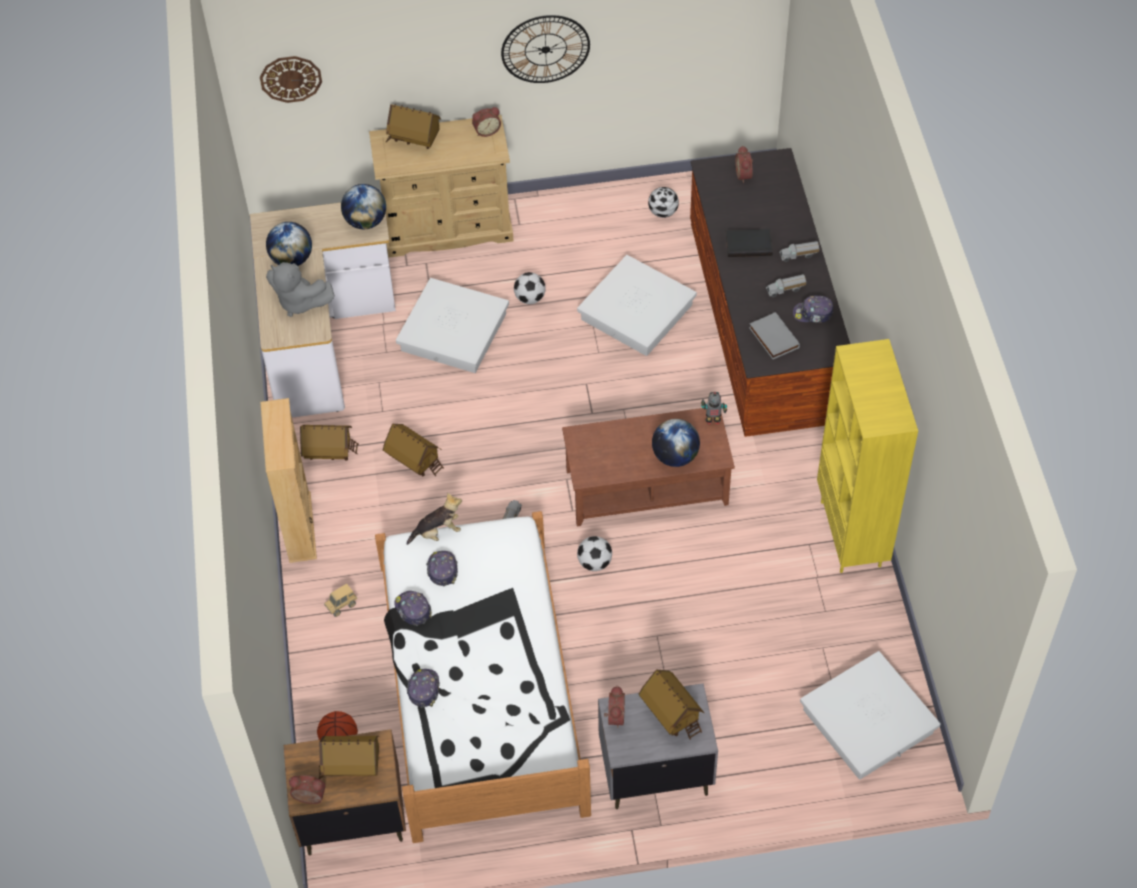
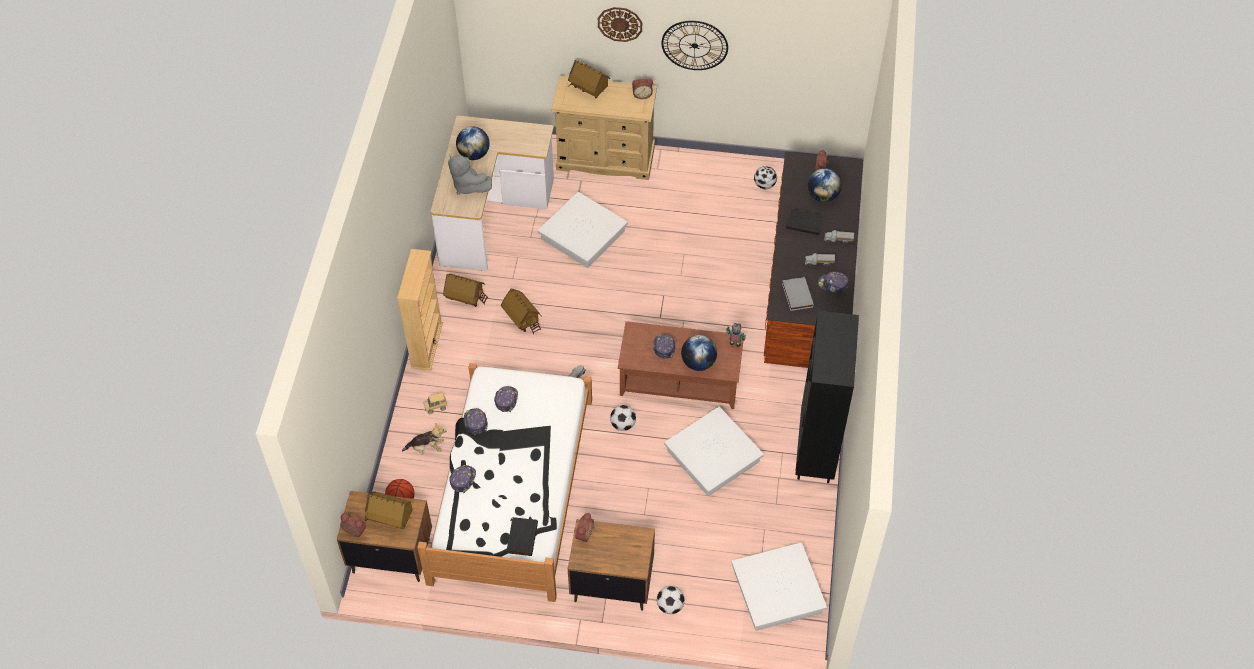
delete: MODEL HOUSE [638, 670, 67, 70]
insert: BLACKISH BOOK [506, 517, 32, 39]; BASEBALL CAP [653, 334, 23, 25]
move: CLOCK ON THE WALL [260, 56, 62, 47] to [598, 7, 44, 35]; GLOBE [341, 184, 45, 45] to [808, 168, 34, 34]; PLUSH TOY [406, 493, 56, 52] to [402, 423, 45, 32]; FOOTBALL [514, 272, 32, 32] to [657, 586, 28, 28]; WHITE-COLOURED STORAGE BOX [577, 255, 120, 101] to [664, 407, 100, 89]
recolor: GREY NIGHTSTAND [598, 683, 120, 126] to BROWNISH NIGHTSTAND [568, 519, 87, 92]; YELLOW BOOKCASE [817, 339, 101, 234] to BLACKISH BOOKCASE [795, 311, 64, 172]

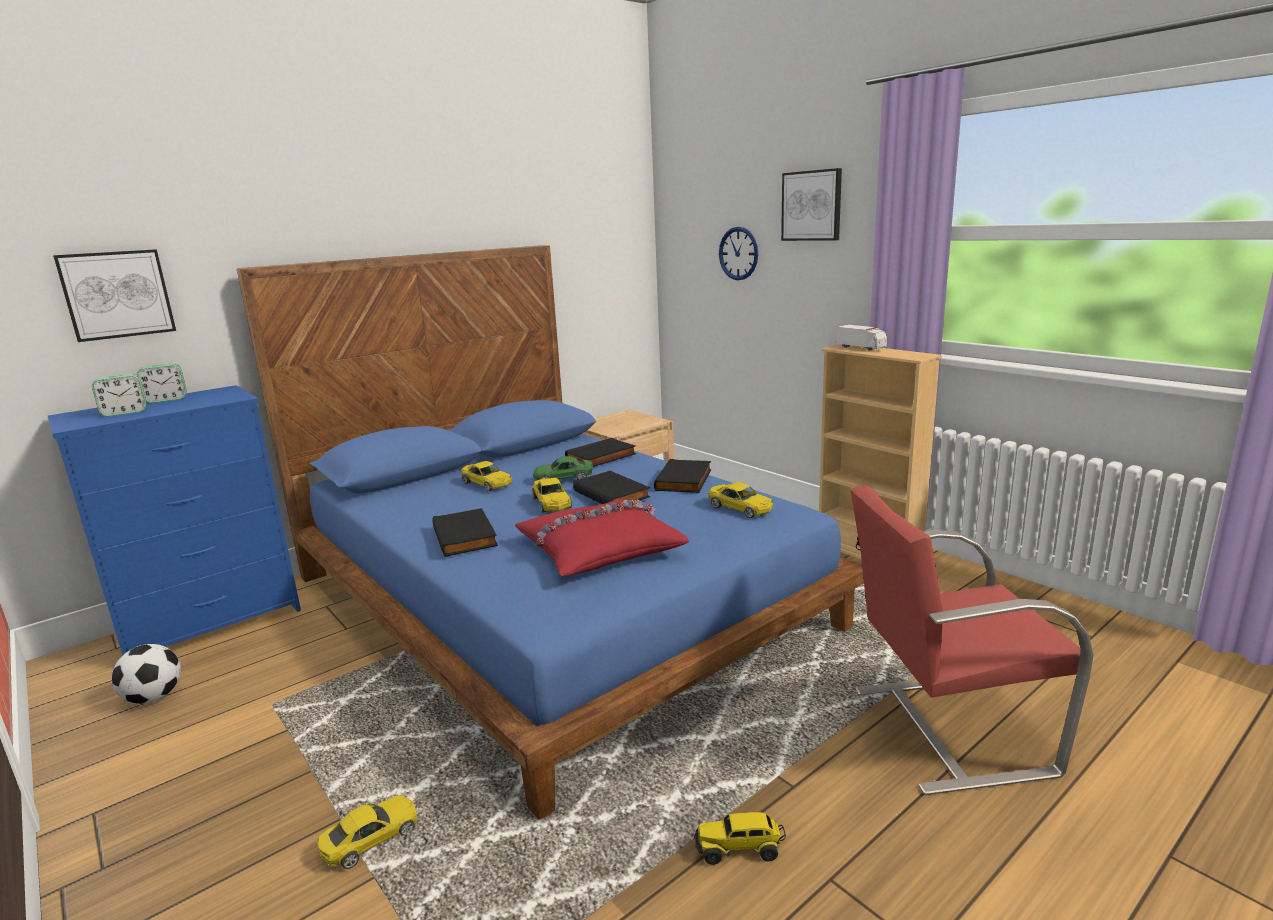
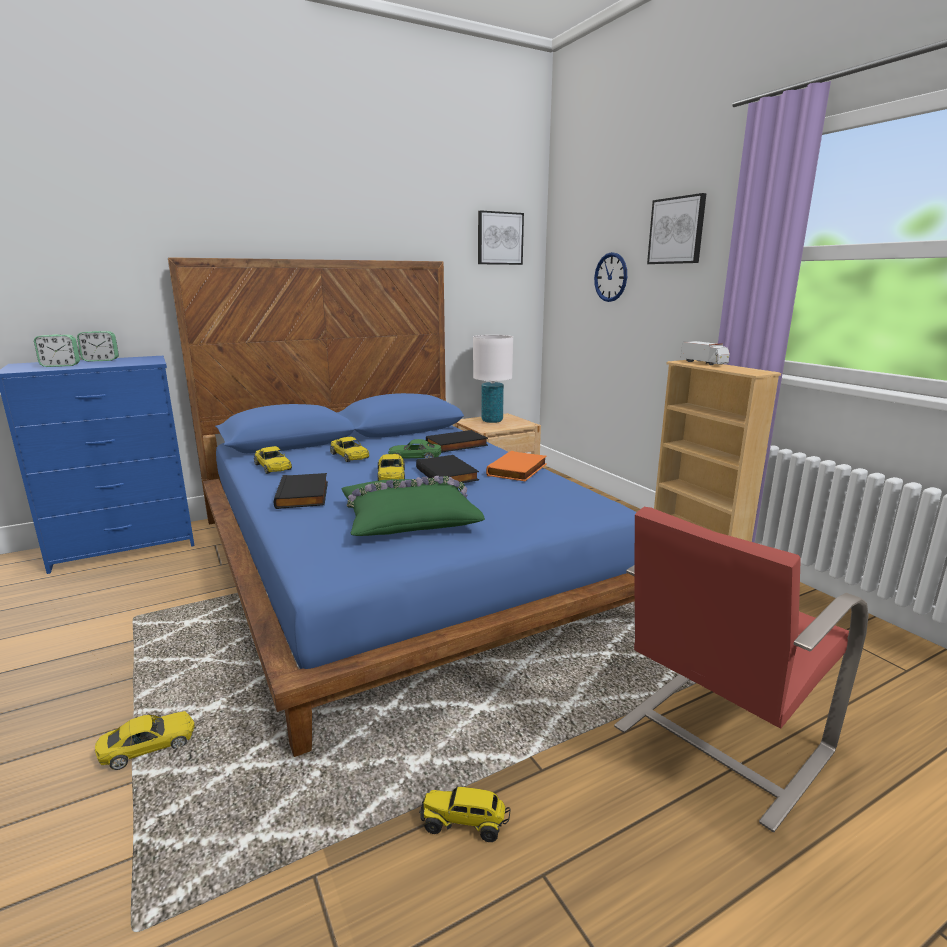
delete: FOOTBALL [112, 644, 69, 60]
insert: WHITE-COLOURED LAMP FOR A TABLE [473, 335, 40, 88]
move: PICTURE [53, 249, 123, 93] to [478, 210, 46, 55]; YELLOW TOY CAR [708, 482, 65, 36] to [254, 446, 38, 28]
recolor: RED CUSHION [515, 499, 174, 78] to GREENISH CUSHION [342, 476, 143, 60]; BLACKISH BOOK [654, 459, 57, 34] to ORANGEY BOOK [486, 451, 61, 30]
rotate: RED PLAIN CHAIR [850, 485, 244, 310] = [614, 507, 255, 325] 45 degrees counterclockwise

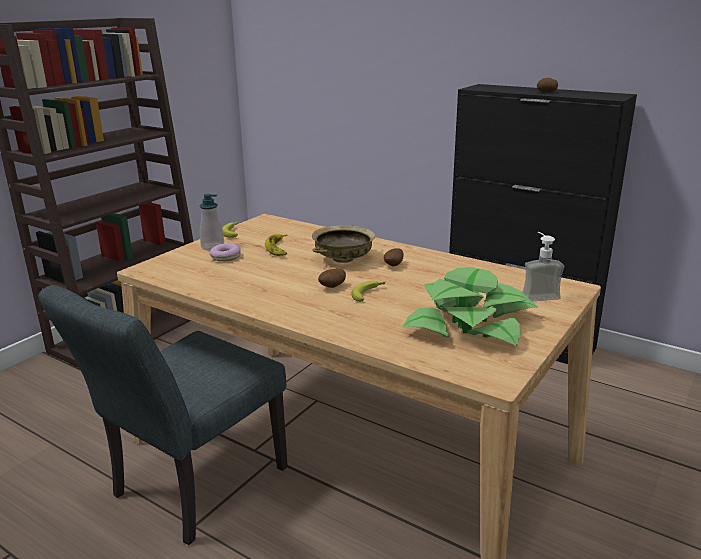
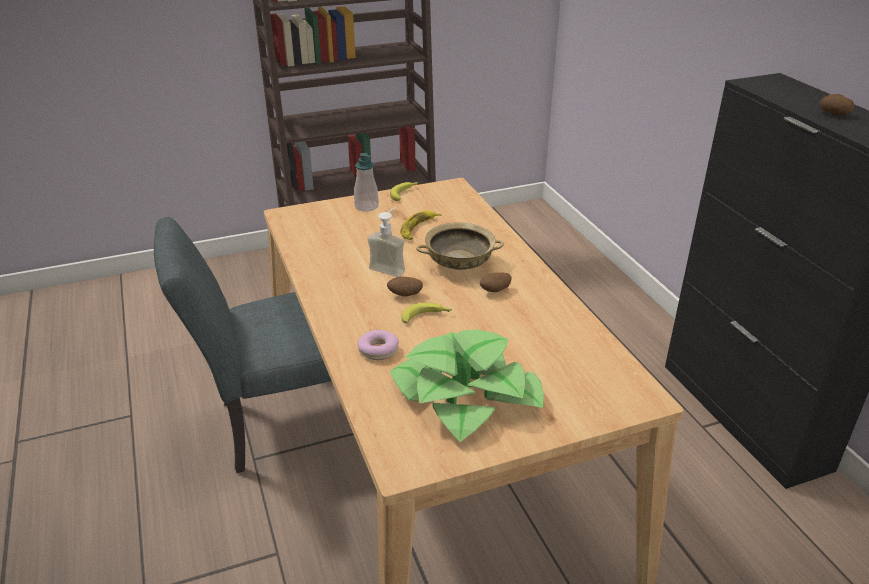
move: DOUGHNUT [210, 244, 31, 18] to [357, 330, 42, 30]; LIQUID SOAP BOTTLE [523, 232, 42, 69] to [368, 207, 37, 70]

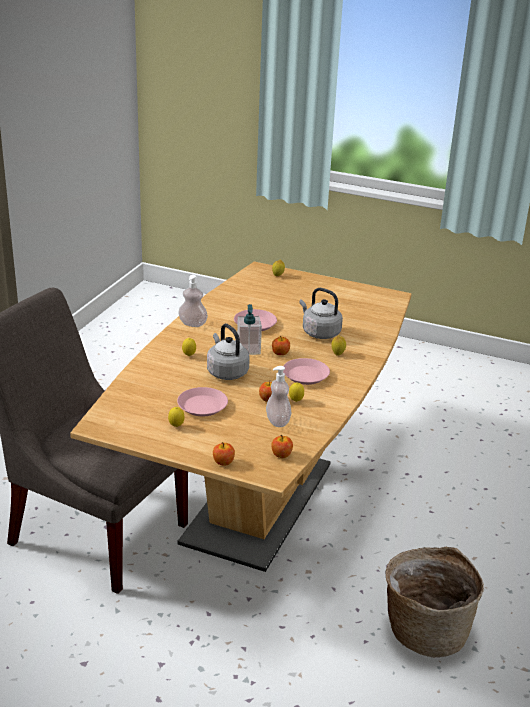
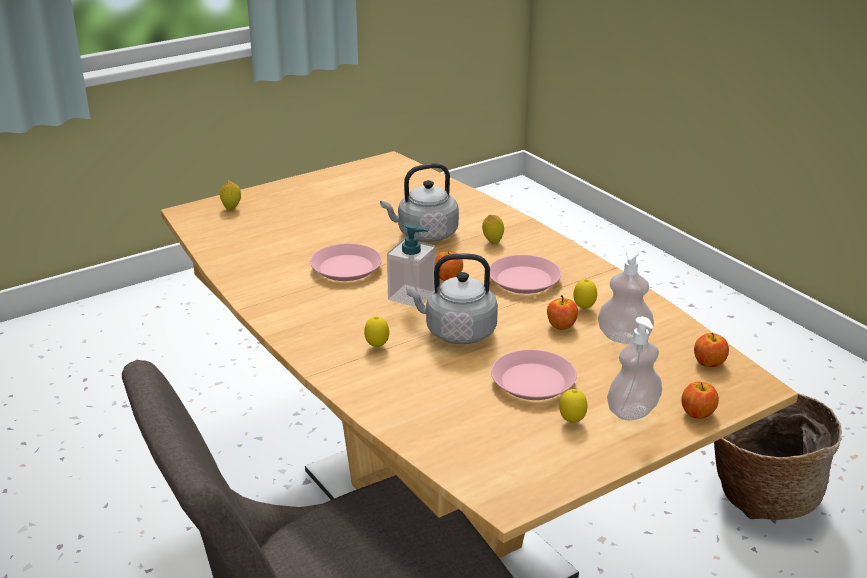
move: LIQUID SOAP BOTTLE [178, 275, 30, 52] to [607, 317, 55, 103]

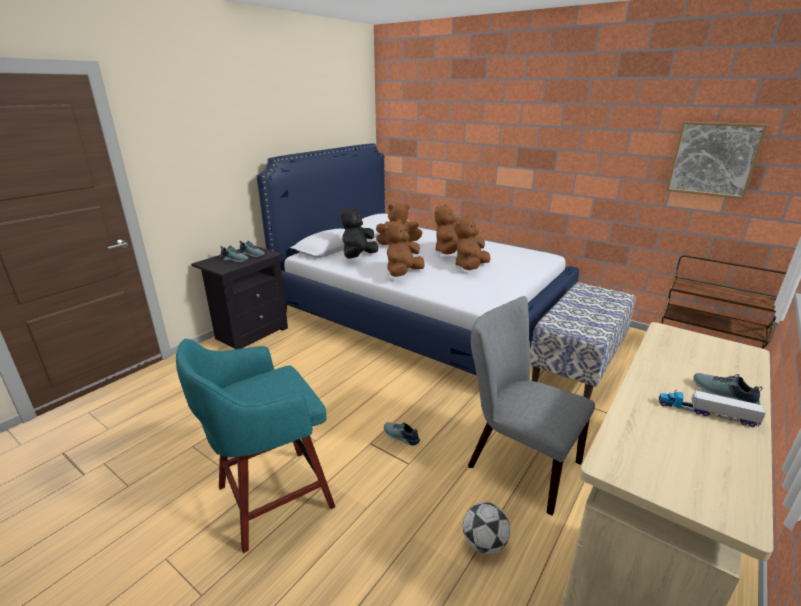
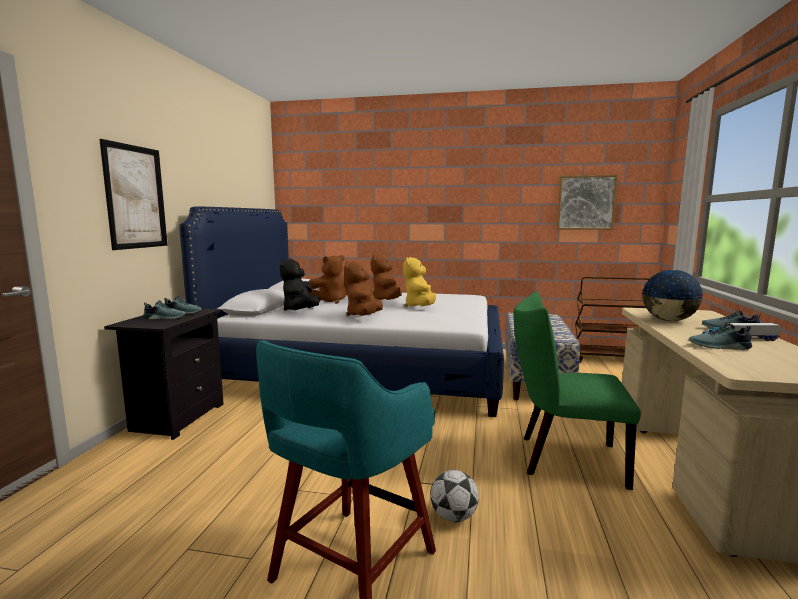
insert: PICTURE [99, 139, 69, 111]; GLOBE [641, 270, 63, 51]
move: ITEM OF FOOTWEAR [384, 422, 36, 24] to [689, 322, 63, 28]; FOOTBALL [463, 502, 47, 52] to [430, 470, 49, 52]
recolor: BROWNISH PLUSH TOY [455, 215, 36, 55] to YELLOW PLUSH TOY [403, 257, 33, 50]; GREY PLAIN CHAIR [468, 296, 127, 219] to GREENISH PLAIN CHAIR [513, 292, 128, 198]

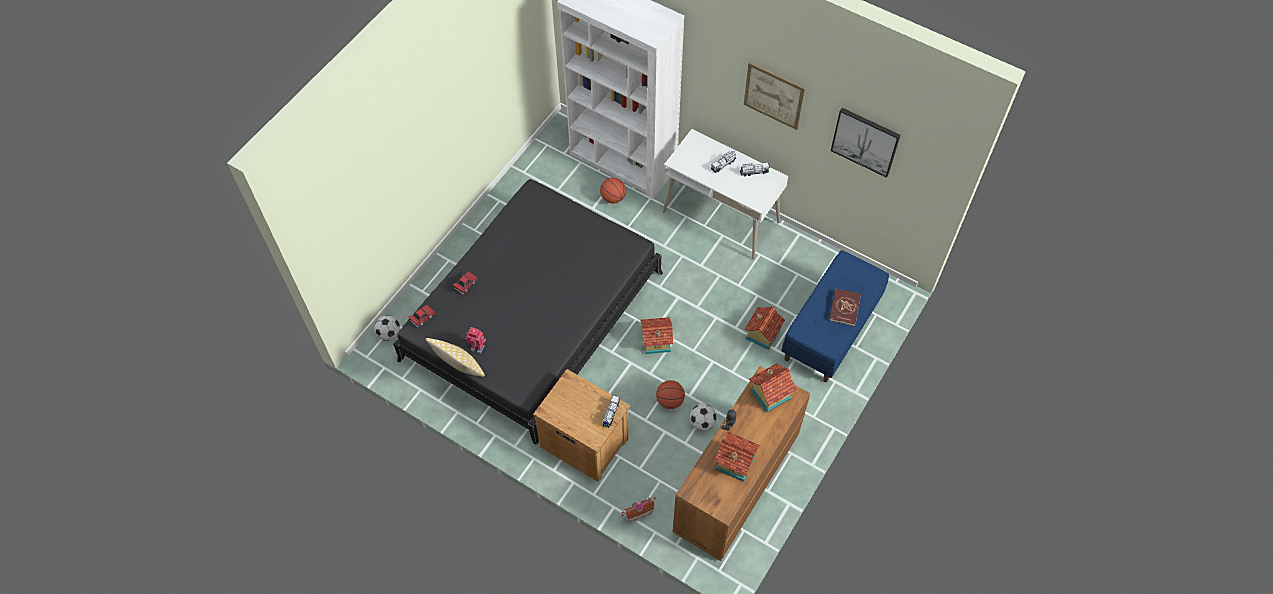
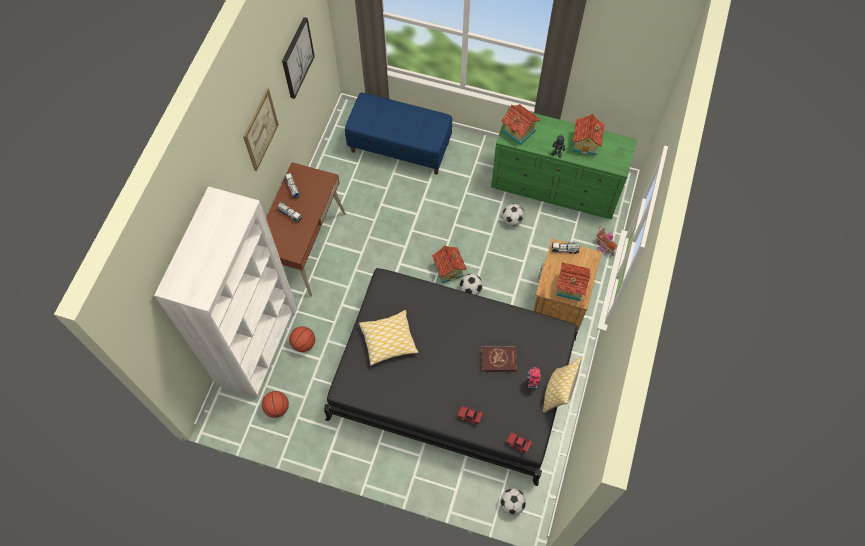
insert: CUSHION [359, 310, 60, 56]; FOOTBALL [460, 274, 23, 21]
move: BALL FOR BASKETBALL [656, 380, 29, 29] to [262, 391, 27, 27]; MODEL HOUSE [744, 306, 41, 44] to [556, 262, 34, 39]; RED BOOK [829, 288, 32, 38] to [481, 346, 36, 26]
recolor: WHITE-COLOURED DESK [663, 129, 125, 131] to BROWNISH DESK [266, 162, 80, 135]; BROWNISH CHEST OF DRAWERS [672, 366, 138, 195] to GREENISH CHEST OF DRAWERS [491, 107, 146, 112]

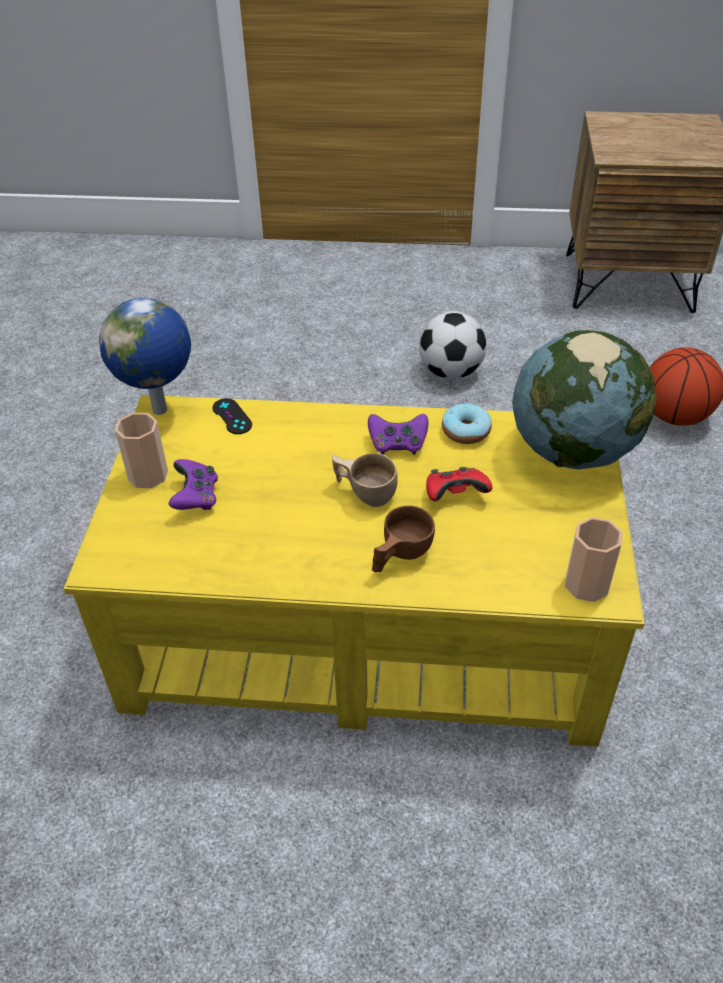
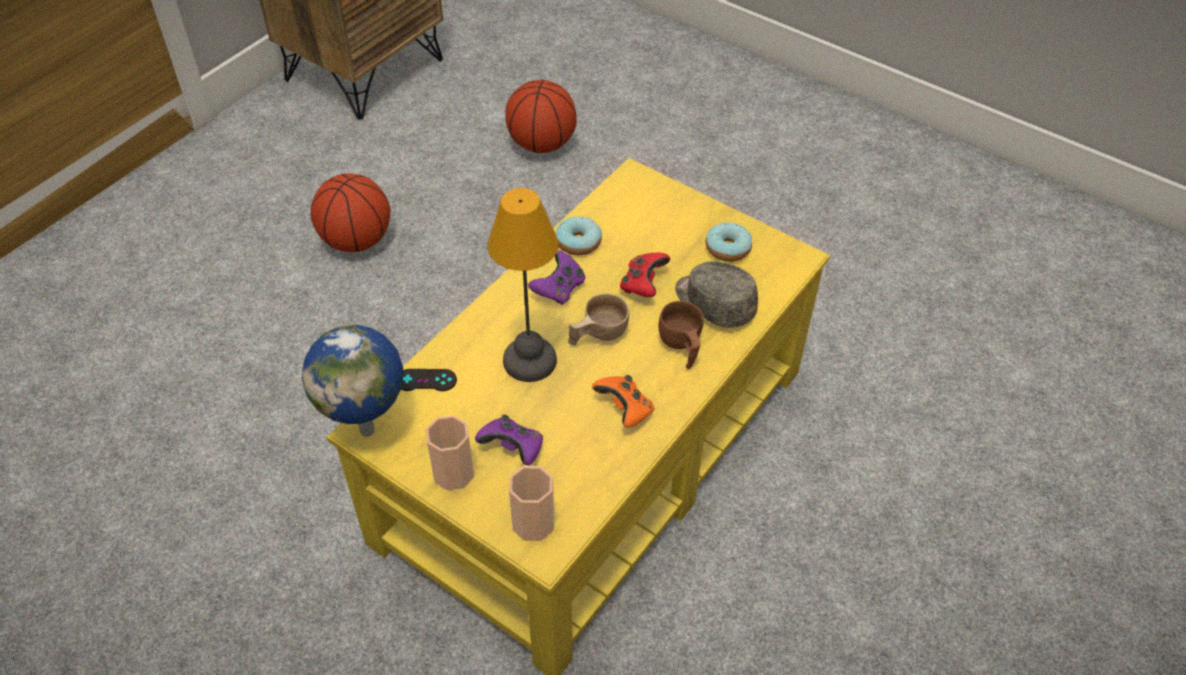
delete: GLOBE [512, 330, 144, 140]
insert: LAMP FOR A TABLE [487, 188, 72, 194]; ORANGEY GAMEPAD [592, 375, 63, 53]; GREY BASEBALL CAP [675, 261, 83, 67]; DOUGHNUT [706, 222, 46, 40]
move: CUP [565, 517, 58, 85] to [509, 466, 45, 75]
replace: FOOTBALL [419, 311, 67, 69] to BALL FOR BASKETBALL [311, 174, 79, 78]

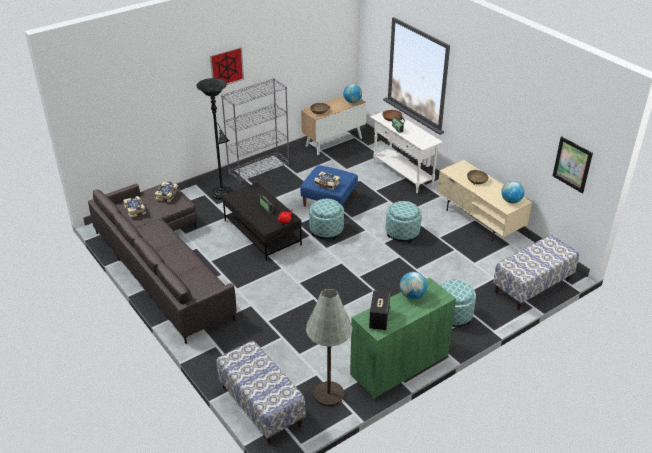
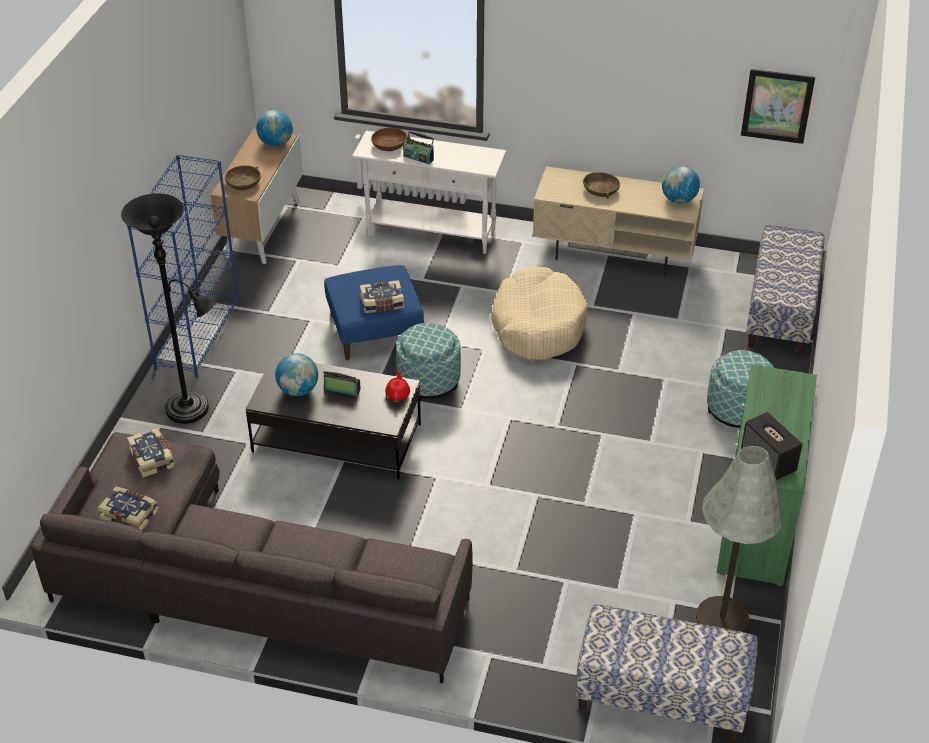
delete: PICTURE [210, 47, 34, 38]
move: GLOBE [400, 272, 27, 27] to [275, 353, 43, 43]
replace: FOOTREST [386, 201, 36, 42] to SAND-COLOURED PET BED [491, 266, 97, 95]
recolor: GREY BOOKCASE [221, 78, 68, 106] to BLUISH BOOKCASE [127, 154, 112, 223]

